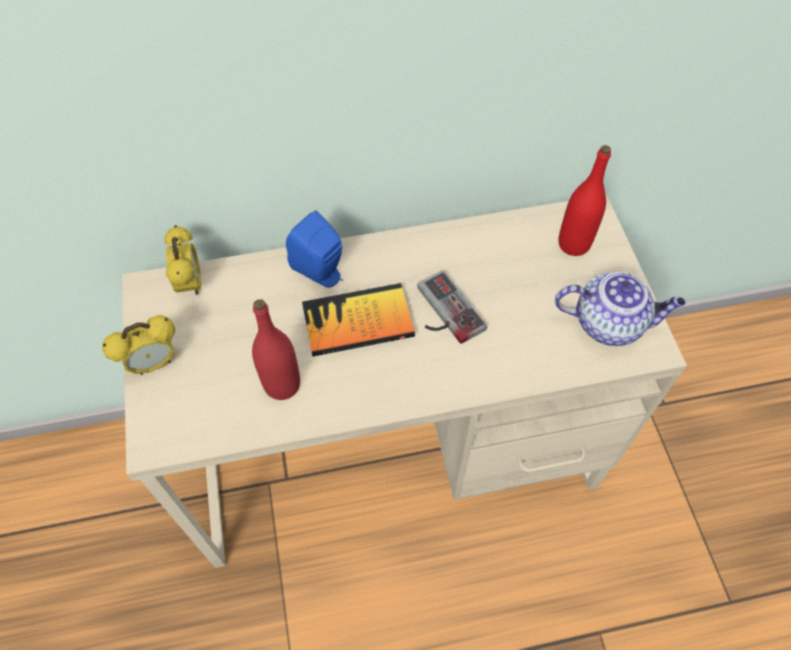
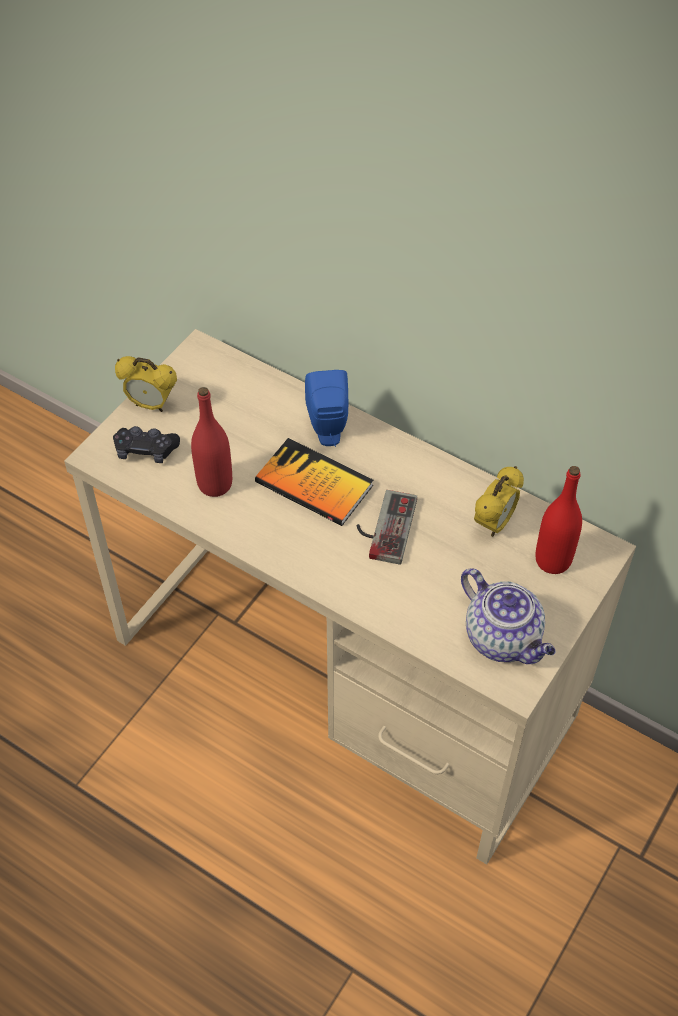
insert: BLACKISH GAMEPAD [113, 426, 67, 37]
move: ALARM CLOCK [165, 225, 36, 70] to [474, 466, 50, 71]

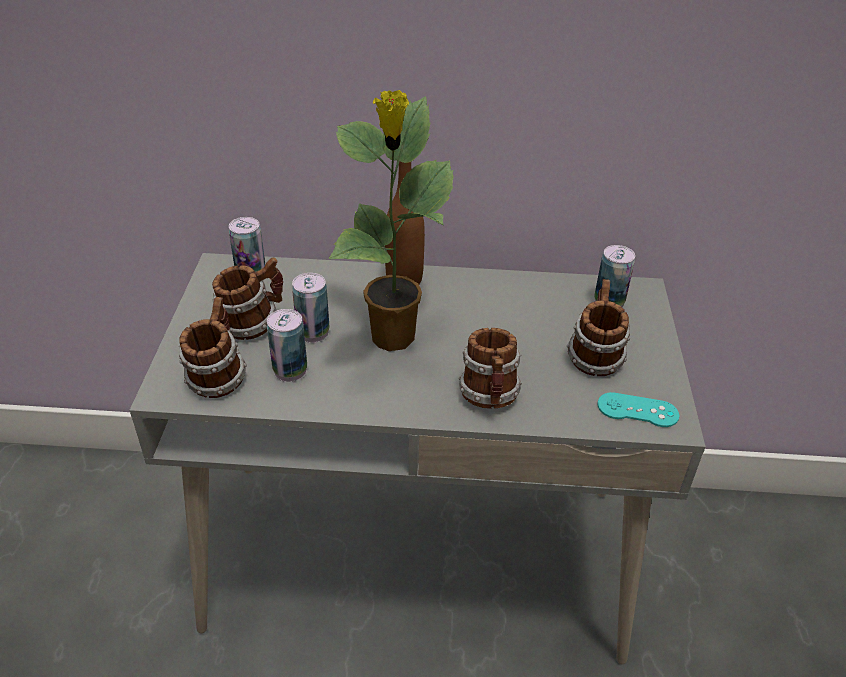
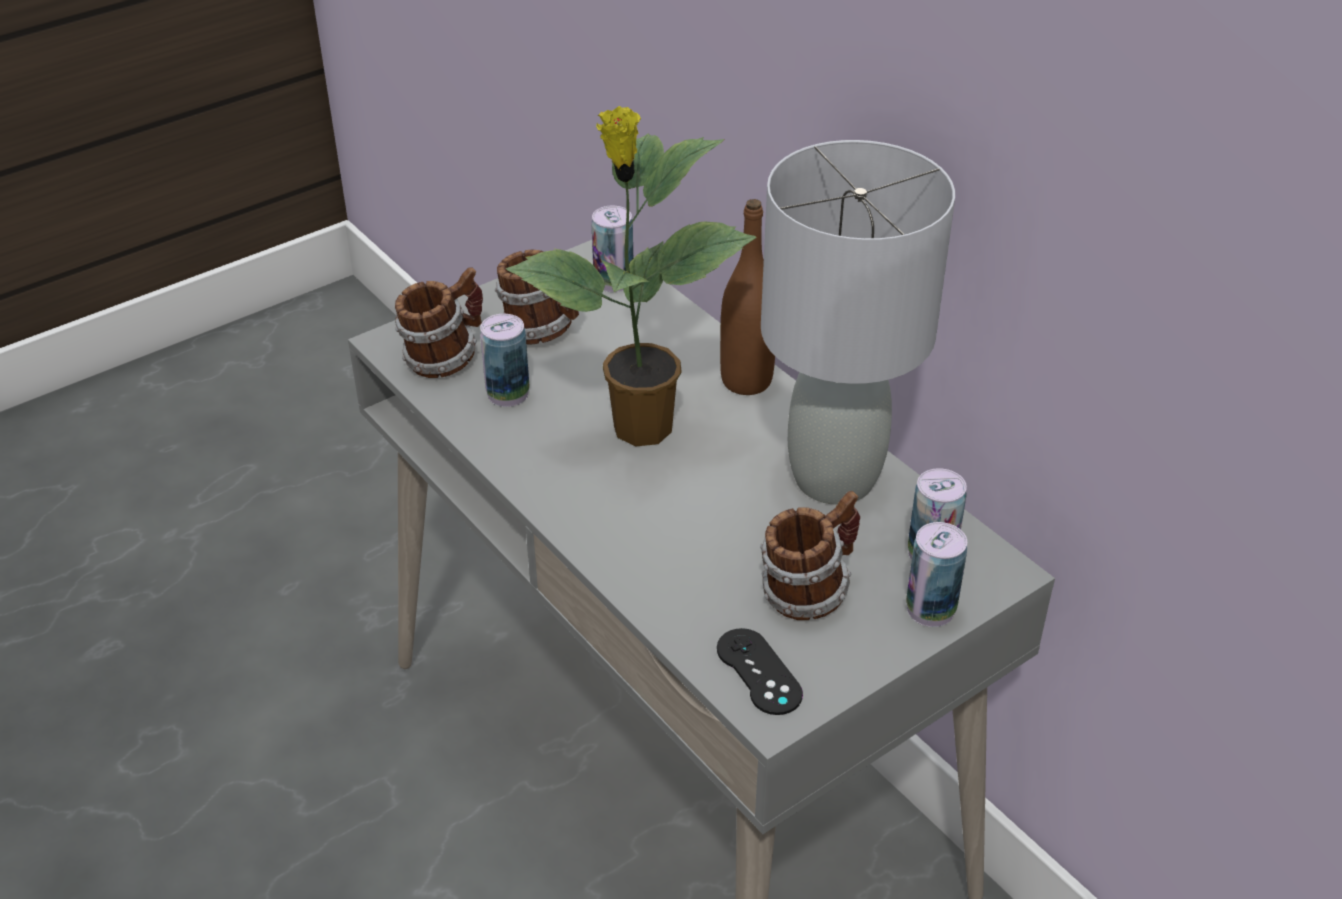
delete: TEA MUG [459, 328, 63, 81]
insert: GREY LAMP FOR A TABLE [761, 140, 194, 365]
move: CAN [292, 273, 37, 70] to [906, 522, 61, 105]
recolor: TURQUOISE GAMEPAD [597, 392, 82, 35] to BLACKISH GAMEPAD [717, 628, 86, 87]

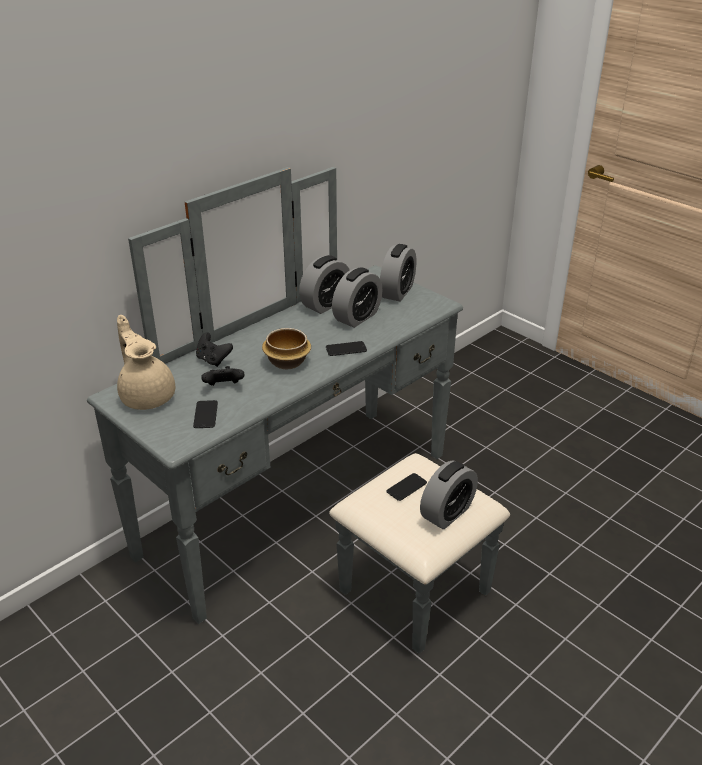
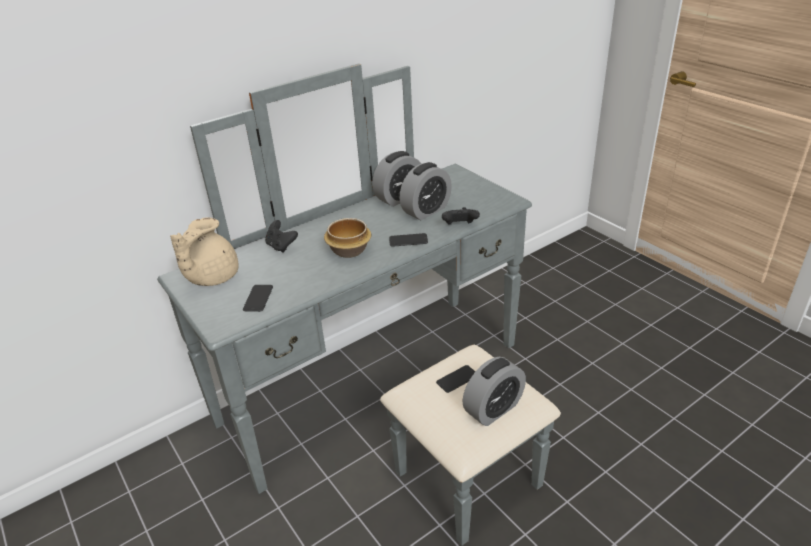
delete: ALARM CLOCK [380, 244, 36, 58]
move: BLACKISH GAMEPAD [201, 366, 44, 20] to [442, 207, 38, 18]
rotate: SAND-COLOURED POT FOR TEA [117, 315, 58, 95] = [170, 218, 68, 68] 135 degrees counterclockwise

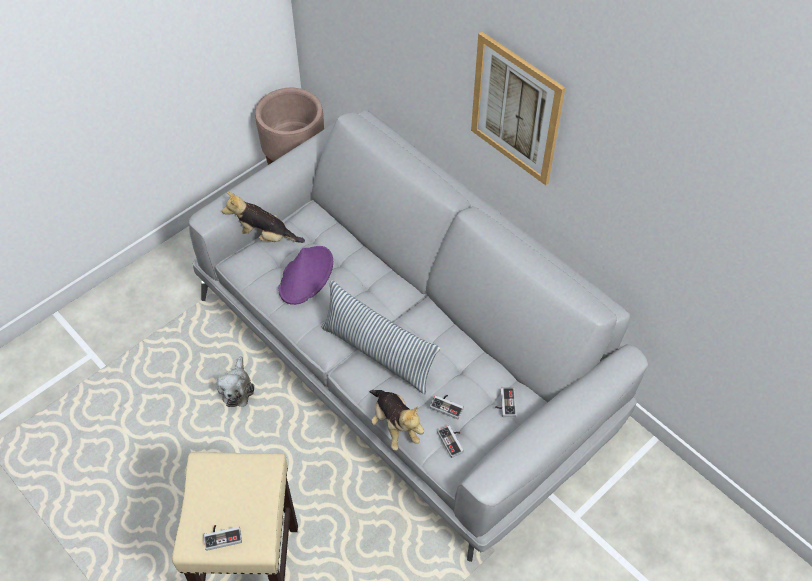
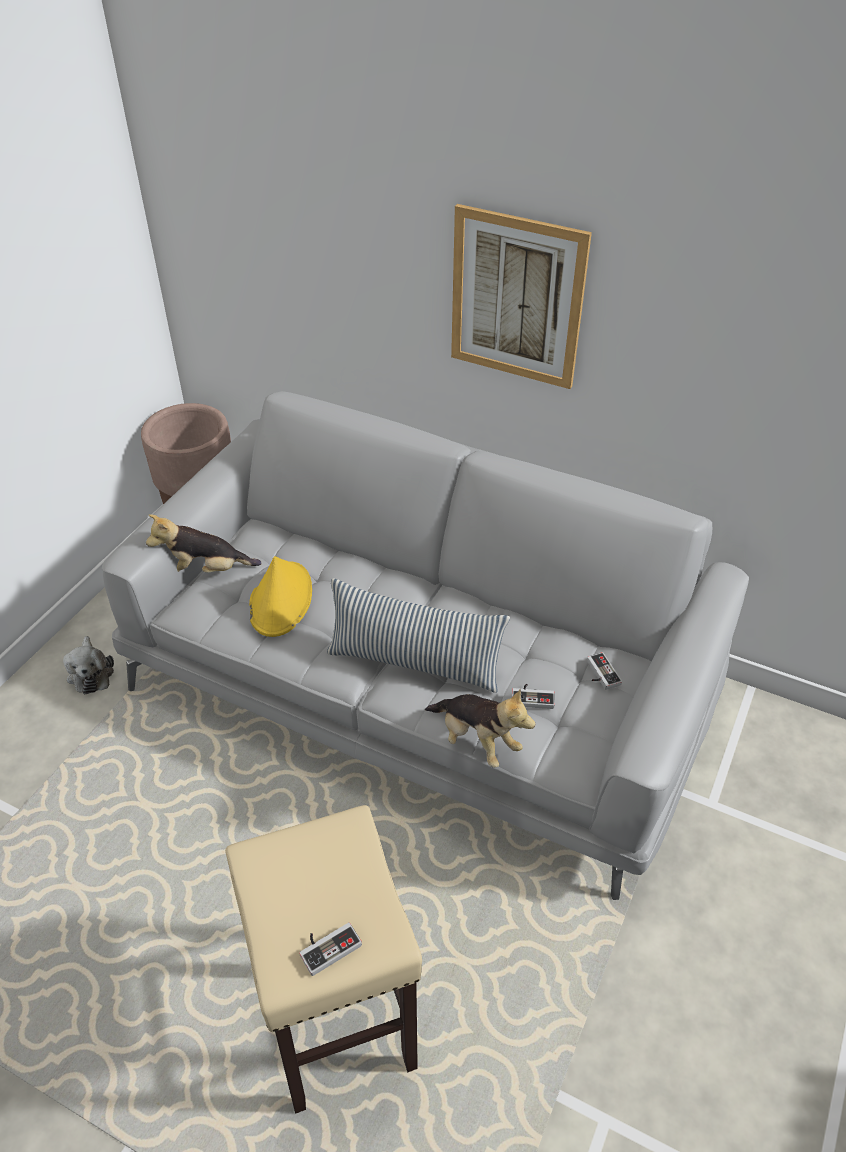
delete: GAMEPAD [437, 425, 27, 33]
move: PLUSH TOY [217, 356, 37, 51] to [63, 636, 51, 58]
recolor: PURPLISH CLOTHING HAT [278, 246, 55, 59] to YELLOW CLOTHING HAT [249, 556, 63, 81]

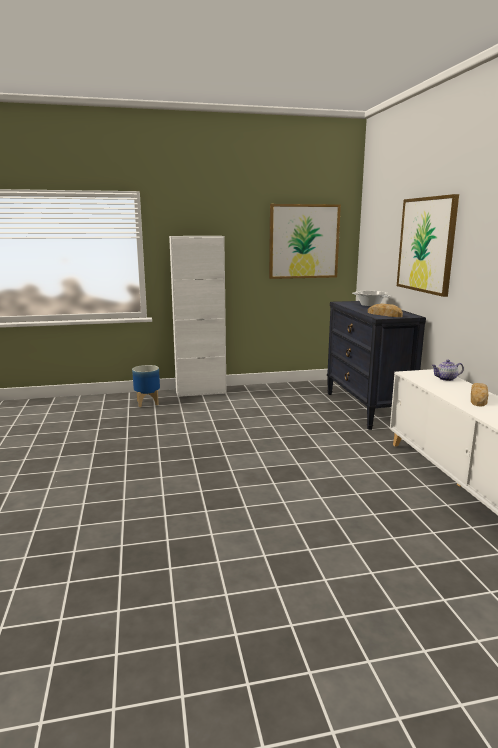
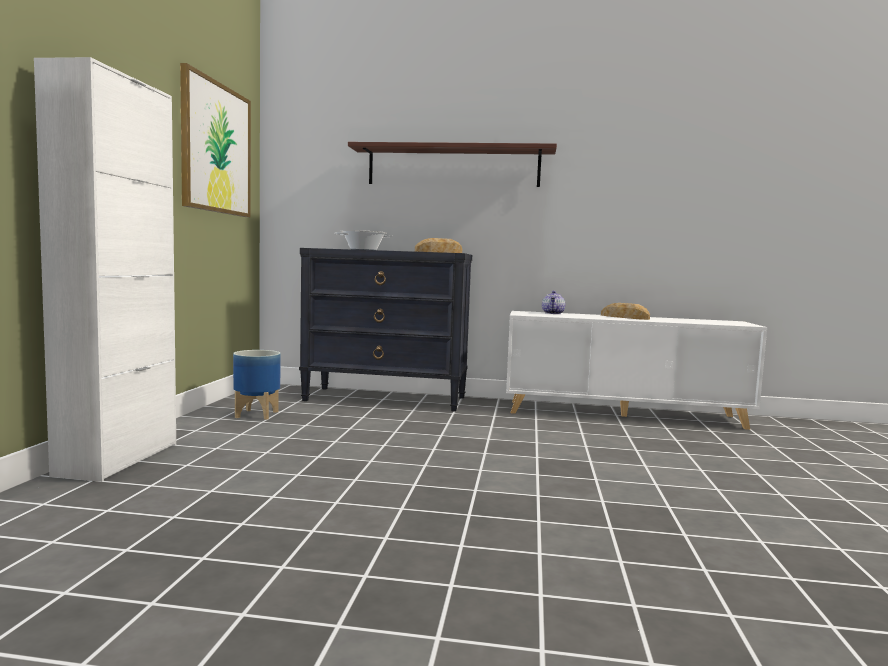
move: PLANTER [132, 365, 28, 42] to [233, 350, 48, 70]
replace: PICTURE [397, 194, 62, 103] to BRACKET SHELF [348, 142, 209, 45]

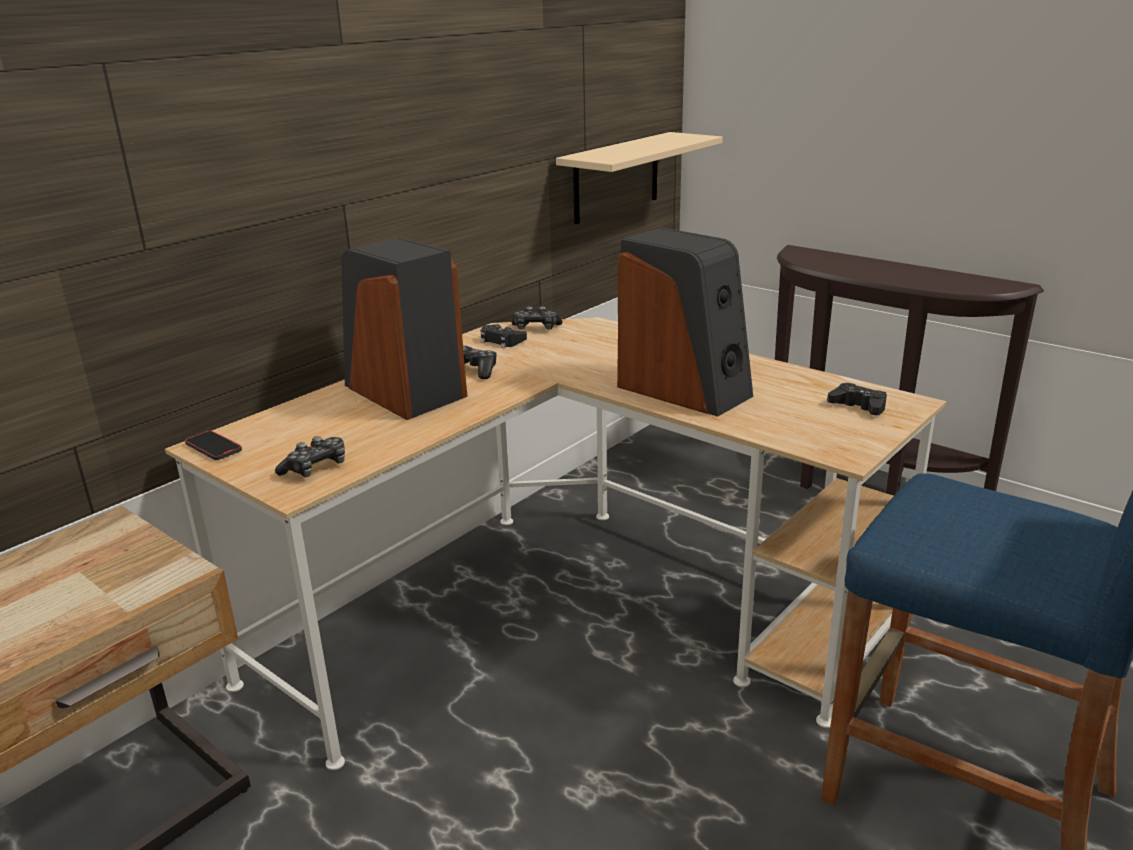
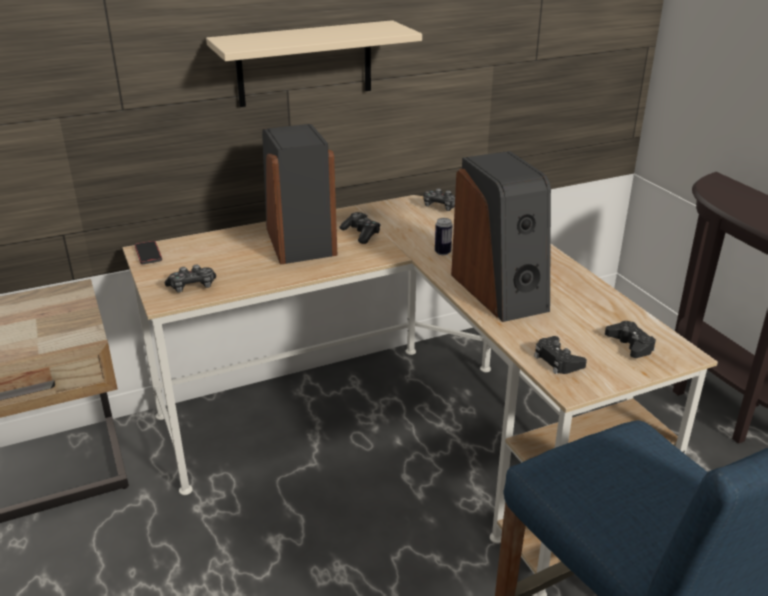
insert: CAN [435, 218, 18, 37]
move: BLACKISH GAMEPAD [481, 324, 46, 25] to [534, 336, 53, 38]; SAND-COLOURED BRACKET SHELF [556, 132, 167, 92] to [206, 20, 216, 87]

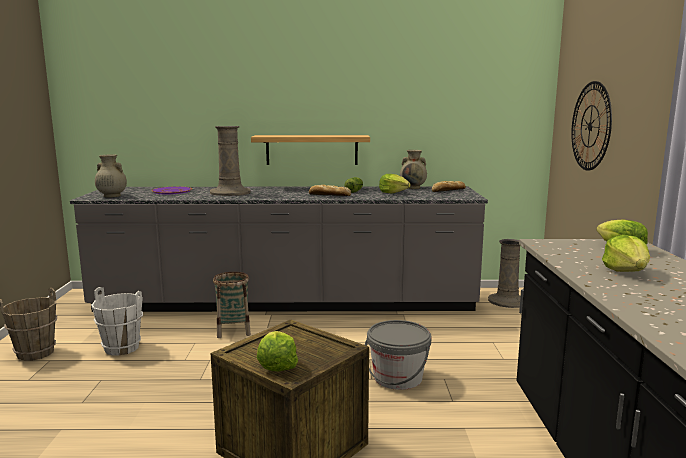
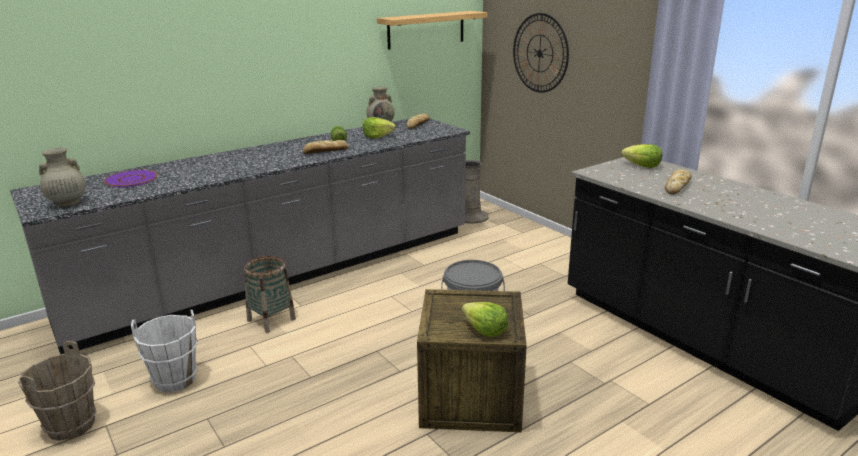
delete: SAND-COLOURED DECORATIVE VASE [210, 126, 41, 70]
move: BRACKET SHELF [251, 135, 119, 30] to [377, 11, 111, 39]
replace: HEAD OF LETTUCE [602, 235, 48, 37] to BAKERY BREAD [665, 169, 26, 26]

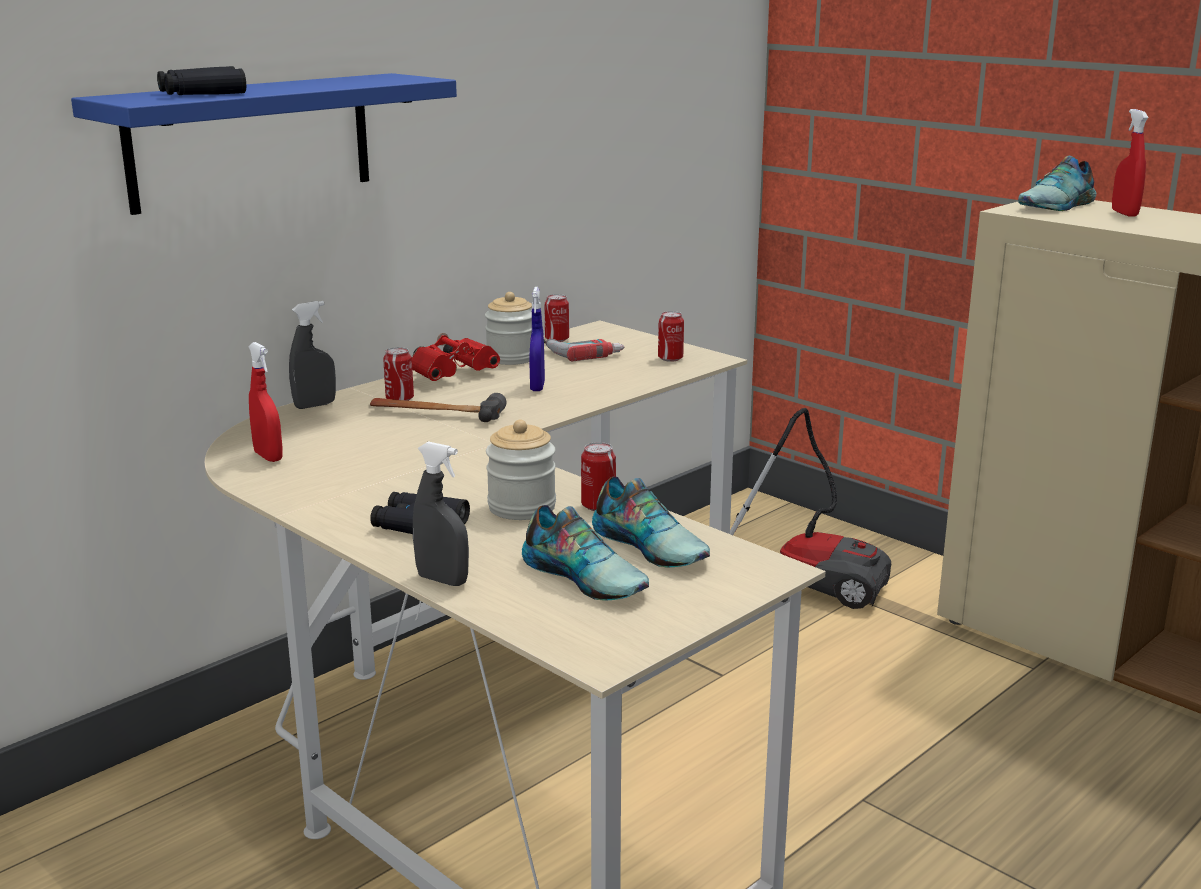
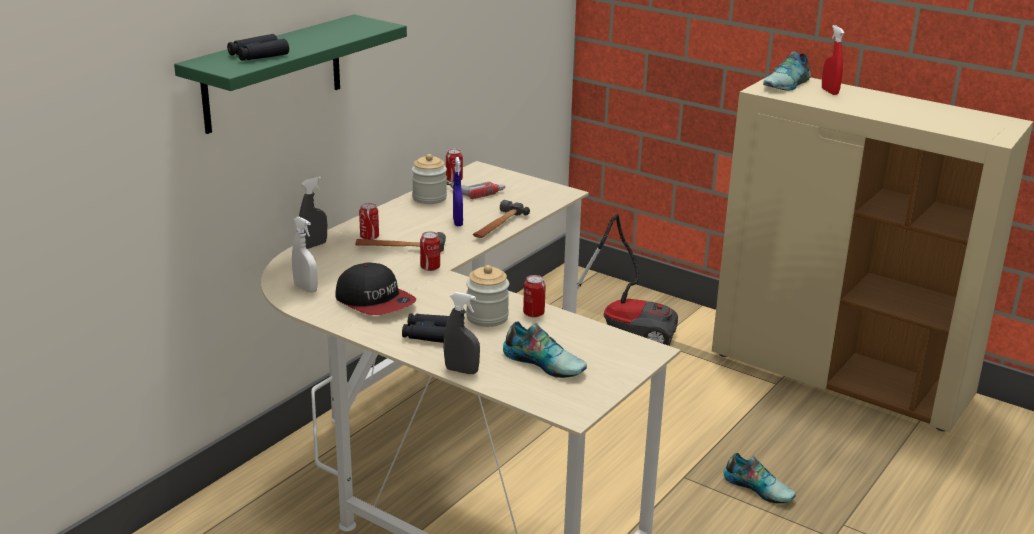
delete: RED FIELD GLASSES [412, 333, 88, 48]
insert: BASEBALL CAP [335, 263, 81, 52]; TOOL HAMMER [473, 200, 57, 38]
move: ITEM OF FOOTWEAR [592, 477, 118, 91] to [723, 453, 73, 51]; CAN [658, 311, 26, 51] to [420, 231, 20, 40]
recolor: BLUISH BRACKET SHELF [71, 73, 386, 142] to GREENISH BRACKET SHELF [174, 15, 233, 119]; RED SPRAY BOTTLE [248, 342, 35, 120] to WHITE-COLOURED SPRAY BOTTLE [292, 216, 26, 77]

